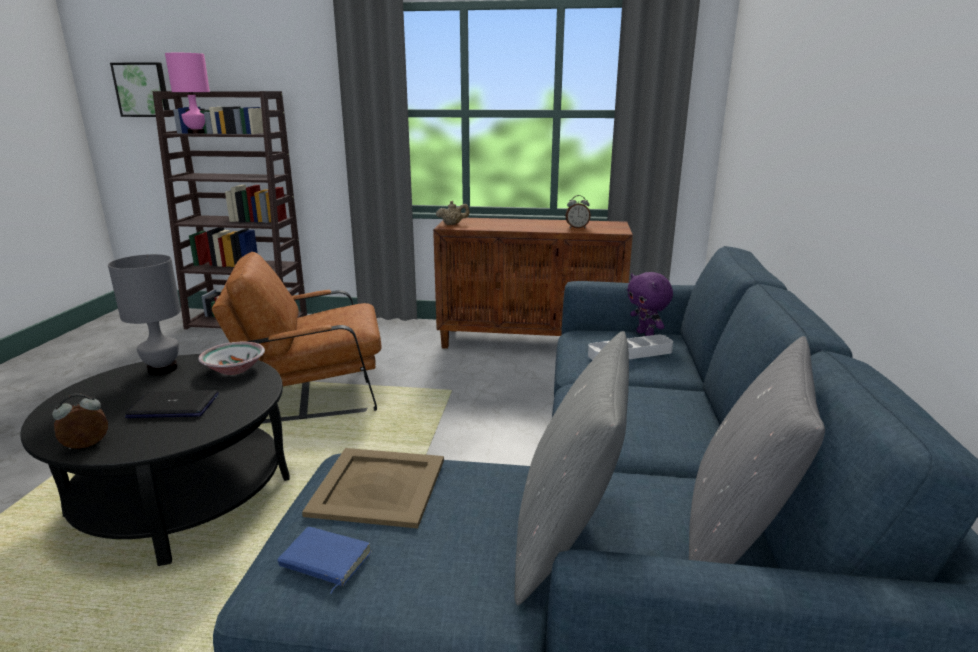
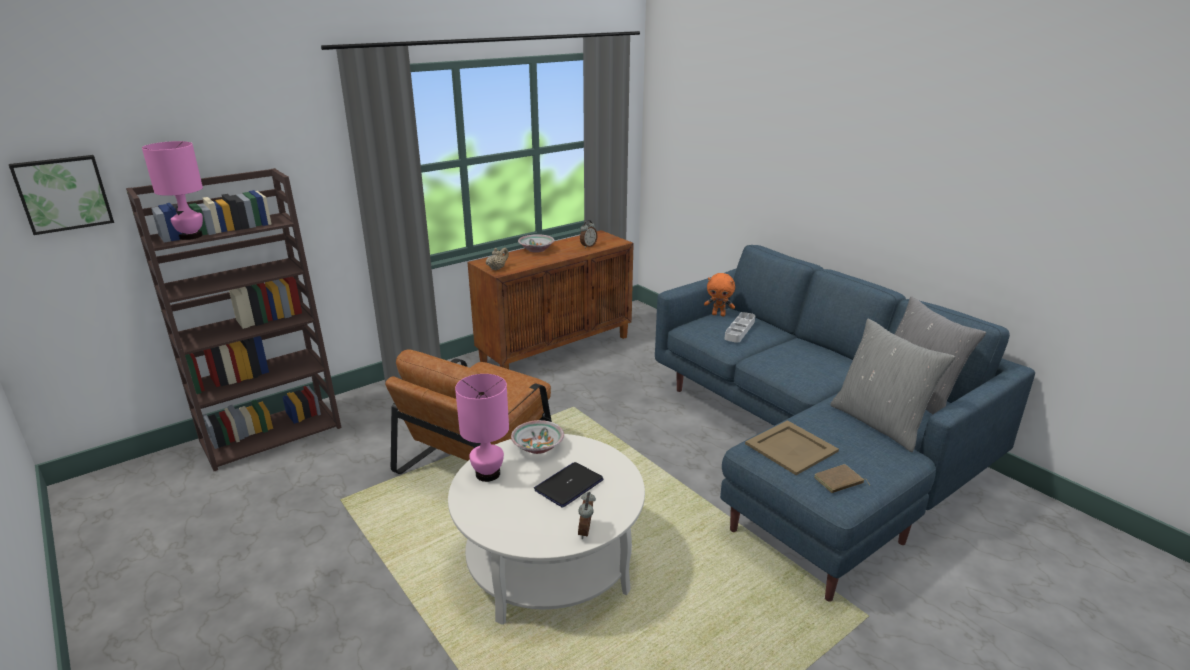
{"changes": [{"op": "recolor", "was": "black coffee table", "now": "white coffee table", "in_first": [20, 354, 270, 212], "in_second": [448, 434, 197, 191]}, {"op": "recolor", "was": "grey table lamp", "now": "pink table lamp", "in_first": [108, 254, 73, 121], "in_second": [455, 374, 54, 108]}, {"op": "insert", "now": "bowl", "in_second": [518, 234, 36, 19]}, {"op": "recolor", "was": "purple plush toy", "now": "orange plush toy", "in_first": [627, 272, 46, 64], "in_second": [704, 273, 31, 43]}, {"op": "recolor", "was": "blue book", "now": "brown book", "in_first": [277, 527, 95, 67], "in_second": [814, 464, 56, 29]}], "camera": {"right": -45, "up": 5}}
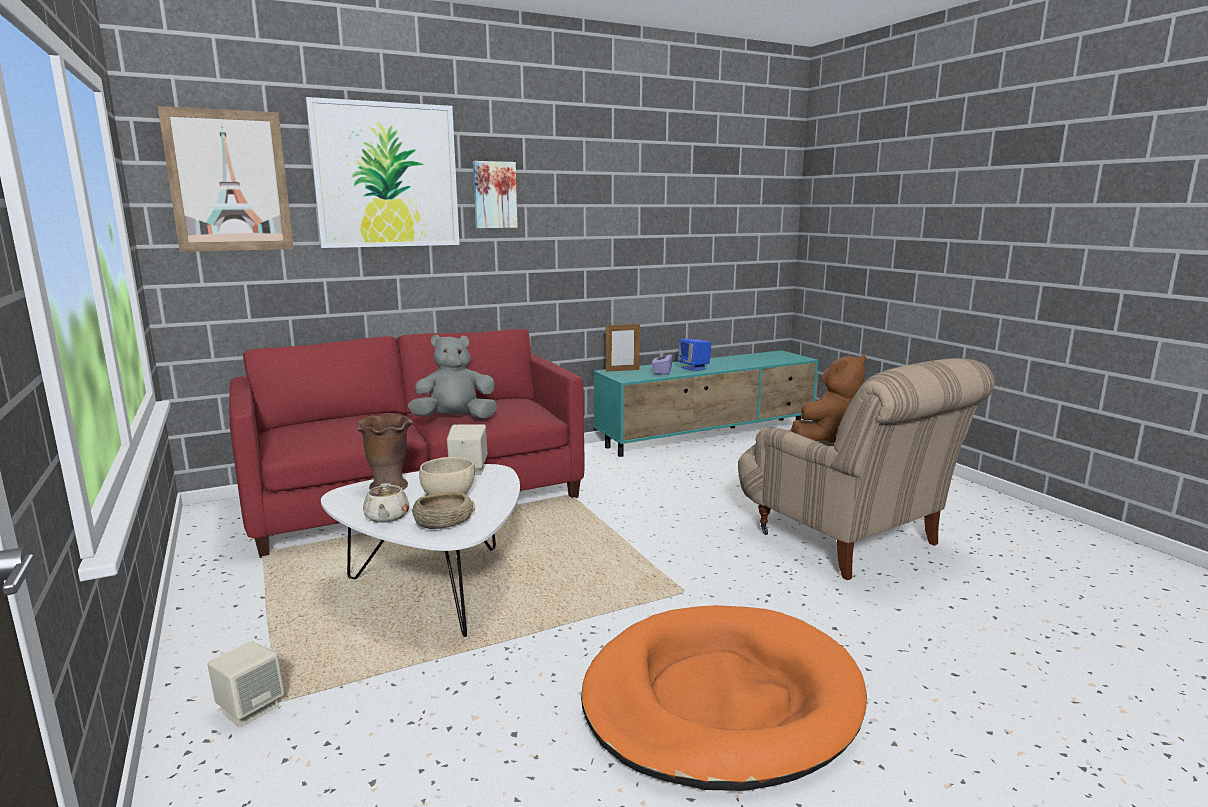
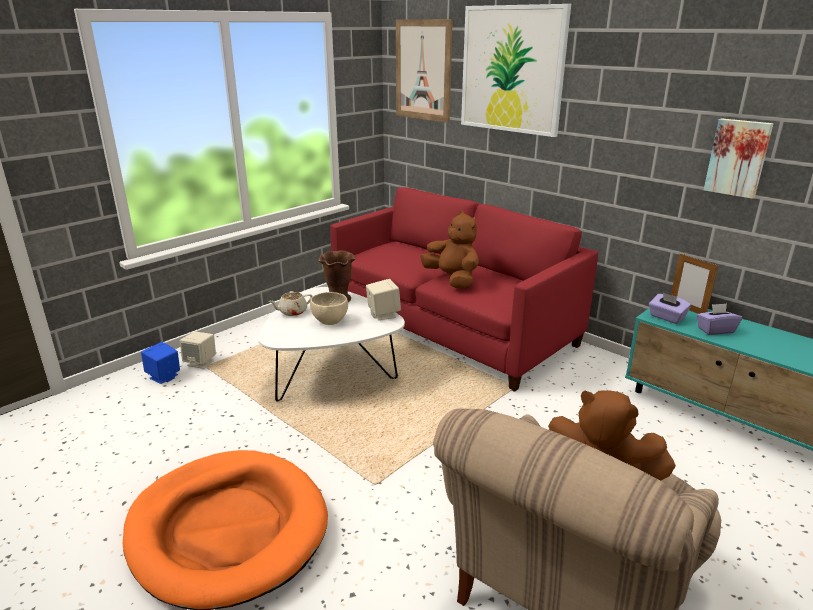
{"changes": [{"op": "move", "was": "blue speaker", "in_first": [678, 339, 34, 32], "in_second": [141, 342, 39, 42]}, {"op": "recolor", "was": "grey plush toy", "now": "brown plush toy", "in_first": [408, 335, 89, 84], "in_second": [420, 211, 59, 78]}, {"op": "insert", "now": "purple tissue box", "in_second": [649, 292, 42, 32]}, {"op": "move", "was": "picture", "in_first": [473, 161, 45, 67], "in_second": [704, 118, 70, 81]}, {"op": "delete", "was": "beige bowl", "in_first": [412, 492, 63, 37]}], "camera": {"right": 70, "up": 10}}
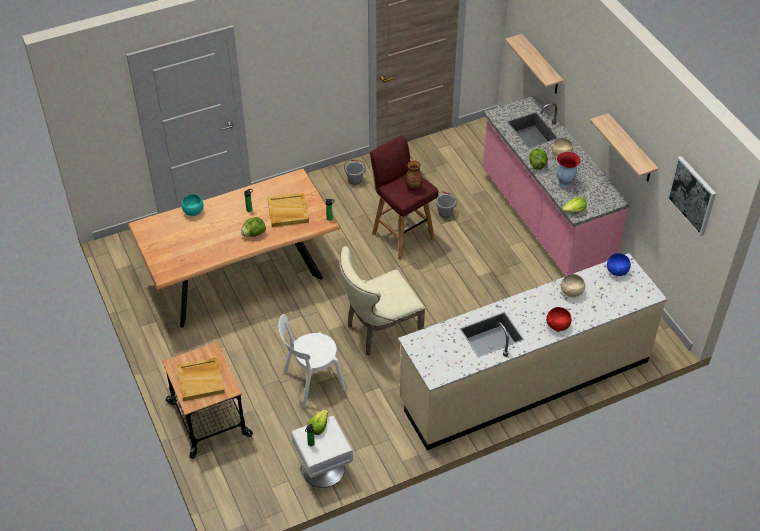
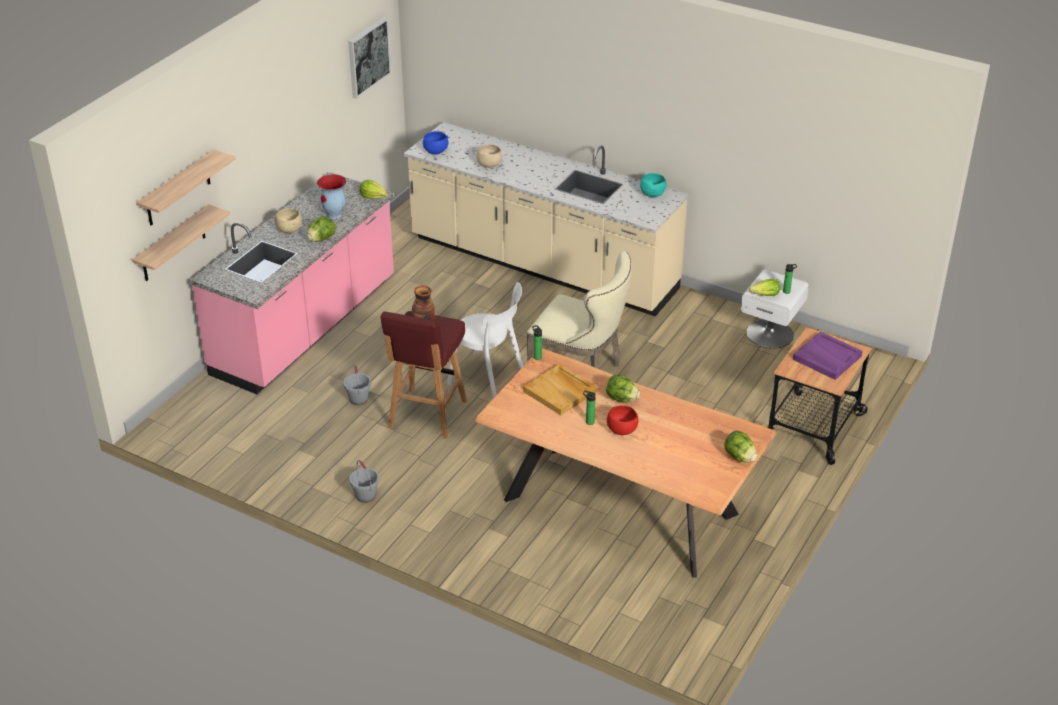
{"changes": [{"op": "move", "was": "shelf", "in_first": [590, 113, 68, 68], "in_second": [136, 149, 99, 77]}, {"op": "move", "was": "white chair", "in_first": [279, 314, 67, 94], "in_second": [447, 282, 76, 116]}, {"op": "move", "was": "red bowl", "in_first": [546, 307, 26, 25], "in_second": [607, 405, 32, 30]}, {"op": "move", "was": "turquoise bowl", "in_first": [181, 194, 22, 22], "in_second": [640, 173, 27, 24]}, {"op": "insert", "now": "lettuce", "in_second": [724, 431, 33, 31]}, {"op": "recolor", "was": "beige tray", "now": "purple tray", "in_first": [177, 357, 48, 44], "in_second": [793, 332, 70, 48]}], "camera": {"right": -125, "up": -10}}
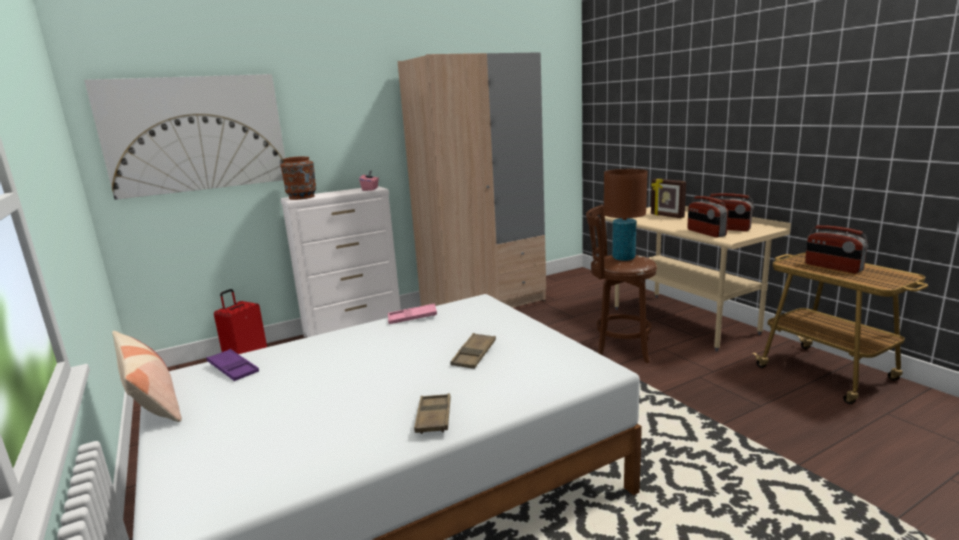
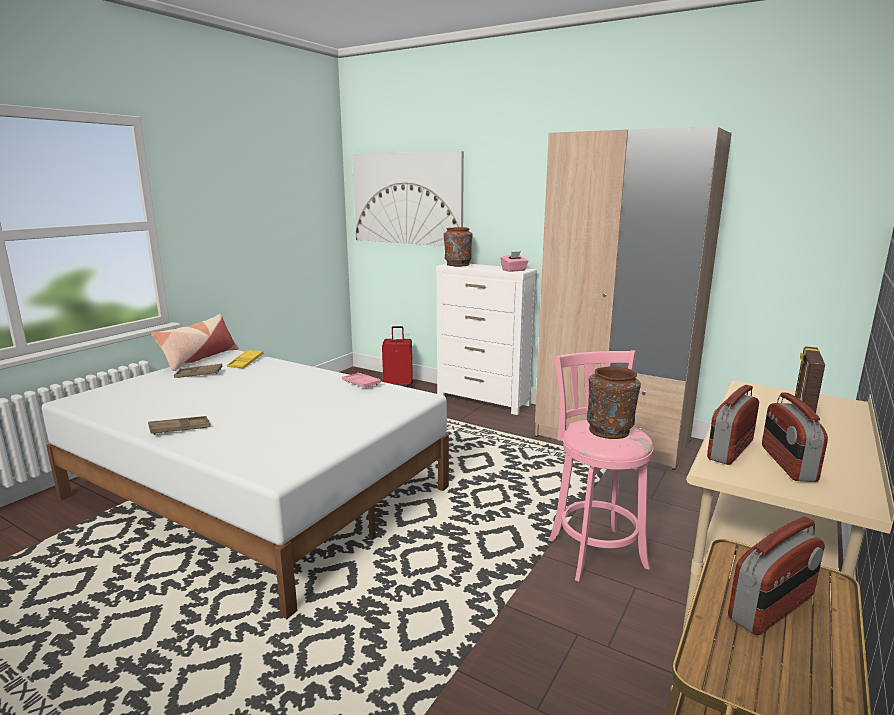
{"changes": [{"op": "move", "was": "brown tray", "in_first": [450, 333, 46, 36], "in_second": [174, 364, 49, 14]}, {"op": "recolor", "was": "purple tray", "now": "yellow tray", "in_first": [206, 349, 53, 32], "in_second": [227, 349, 36, 19]}, {"op": "recolor", "was": "brown stool", "now": "pink stool", "in_first": [586, 204, 71, 159], "in_second": [548, 350, 105, 232]}, {"op": "replace", "was": "brown table lamp", "now": "brown vase", "in_first": [604, 169, 44, 92], "in_second": [587, 366, 54, 73]}, {"op": "rotate", "was": "radio", "in_first": [805, 225, 64, 48], "in_second": [728, 517, 96, 118], "clockwise": -150}], "camera": {"right": 60, "up": 0}}
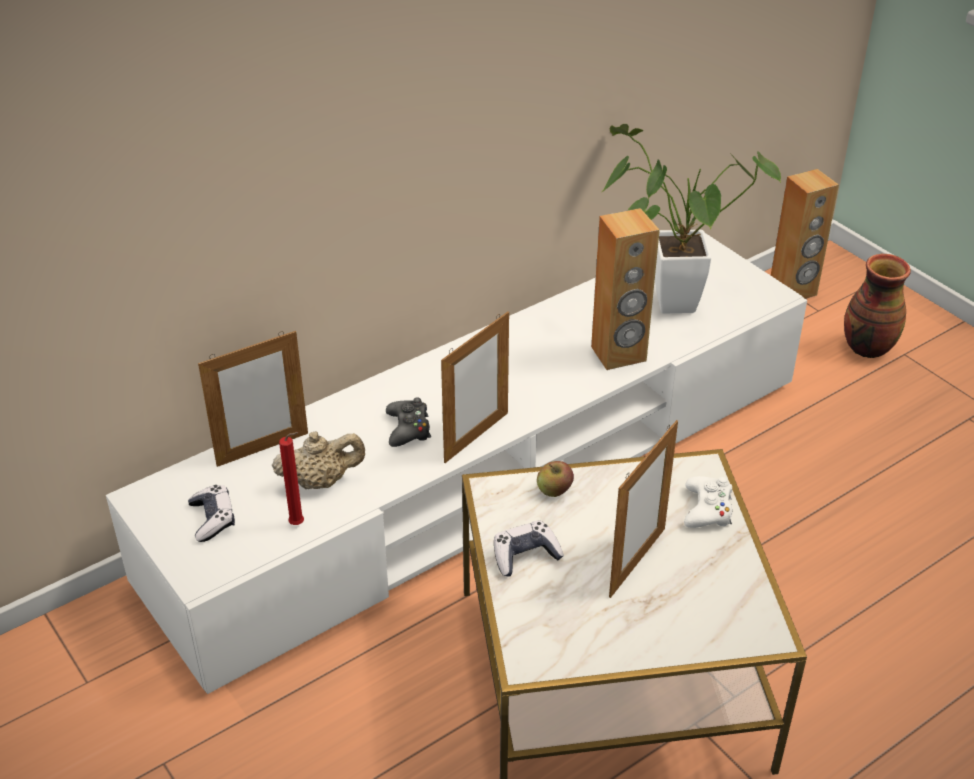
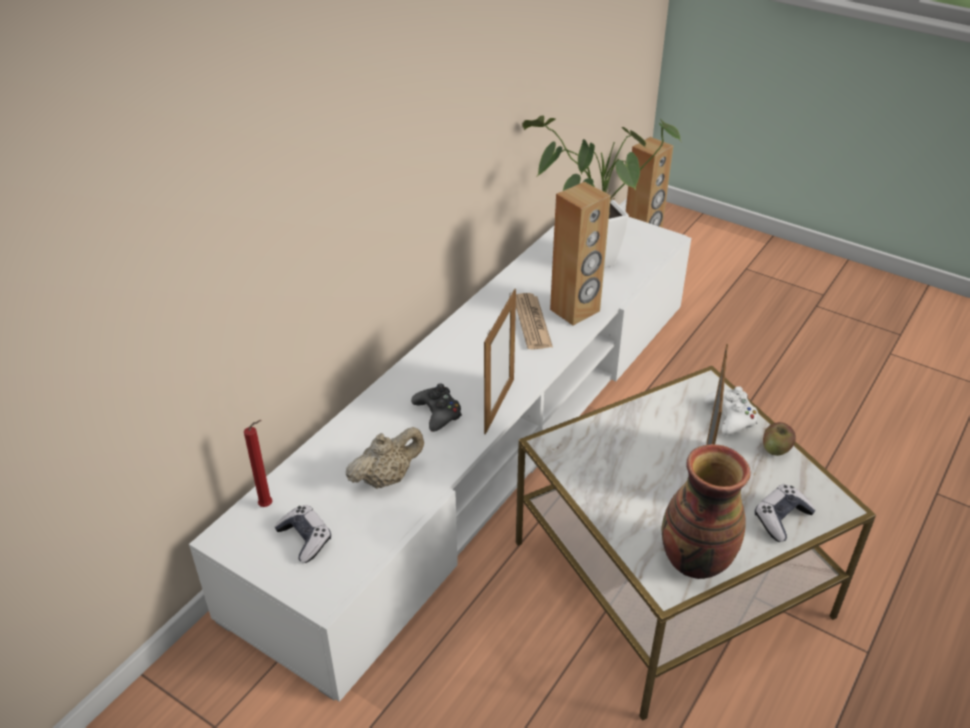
{"changes": [{"op": "move", "was": "red candle", "in_first": [279, 432, 25, 93], "in_second": [244, 420, 28, 87]}, {"op": "insert", "now": "newspaper", "in_second": [516, 293, 37, 57]}, {"op": "move", "was": "vase", "in_first": [844, 254, 67, 104], "in_second": [661, 444, 89, 135]}, {"op": "move", "was": "game controller", "in_first": [494, 520, 70, 56], "in_second": [755, 484, 61, 58]}, {"op": "move", "was": "apple", "in_first": [537, 461, 37, 36], "in_second": [763, 422, 33, 34]}, {"op": "delete", "was": "picture frame", "in_first": [198, 331, 110, 136]}], "camera": {"right": -20, "up": 0}}
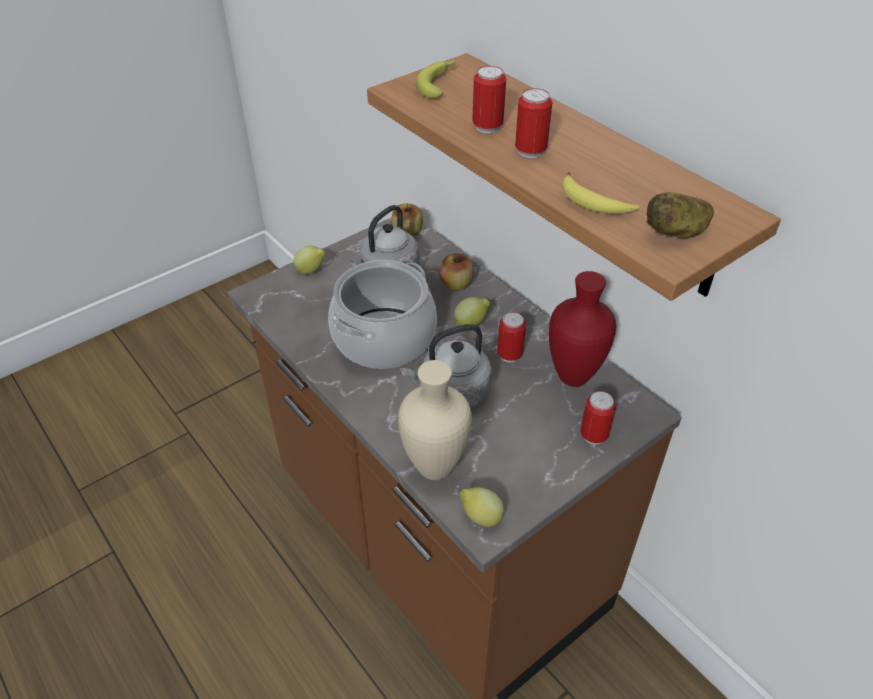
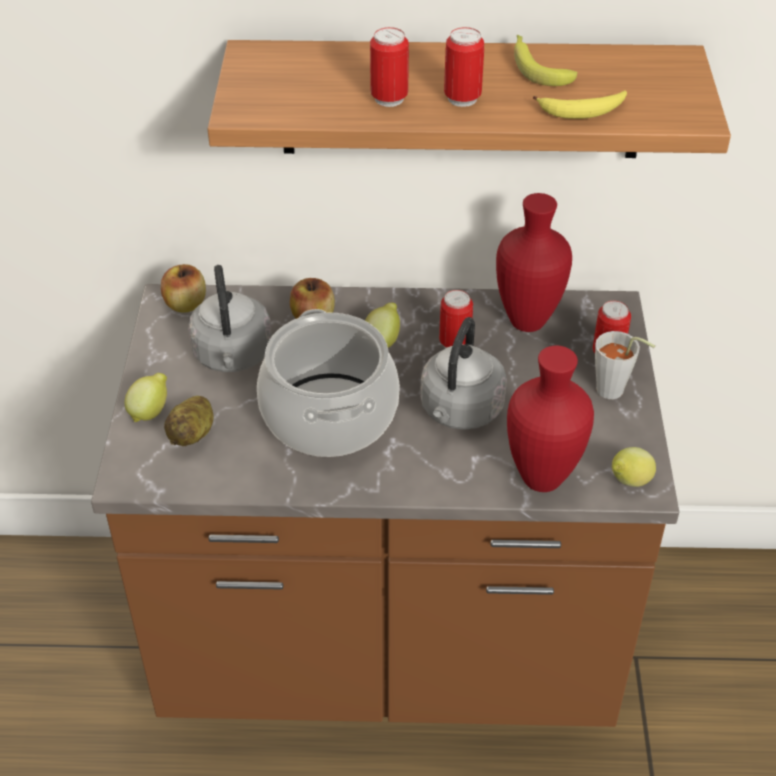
{"changes": [{"op": "move", "was": "potato", "in_first": [647, 192, 67, 46], "in_second": [164, 396, 50, 50]}, {"op": "recolor", "was": "beige vase", "now": "red vase", "in_first": [398, 360, 74, 120], "in_second": [507, 346, 87, 146]}, {"op": "move", "was": "banana", "in_first": [416, 60, 40, 38], "in_second": [514, 35, 64, 51]}, {"op": "insert", "now": "grey cup", "in_second": [595, 331, 60, 68]}], "camera": {"right": -50, "up": 0}}
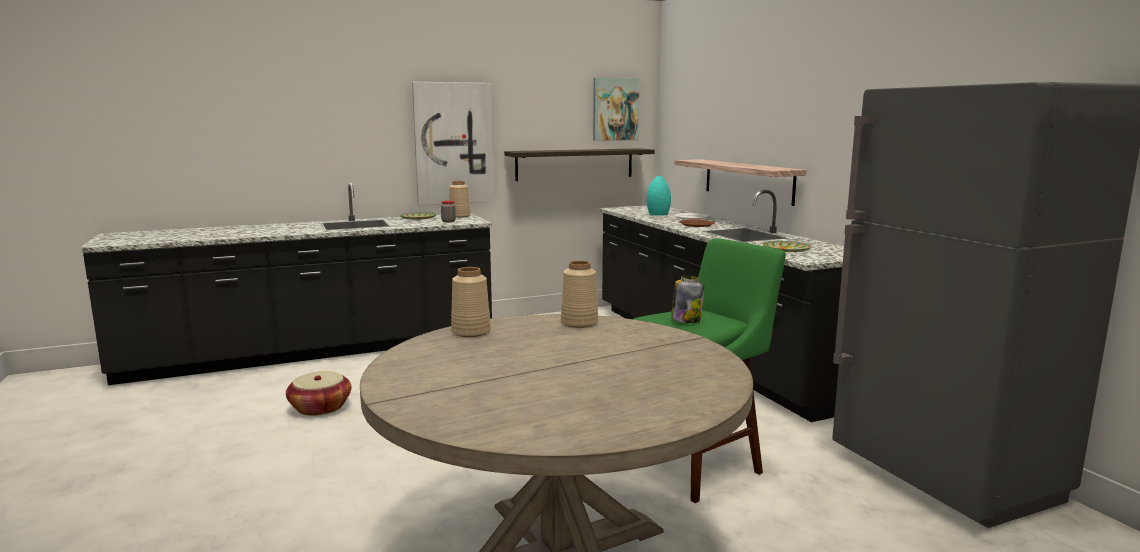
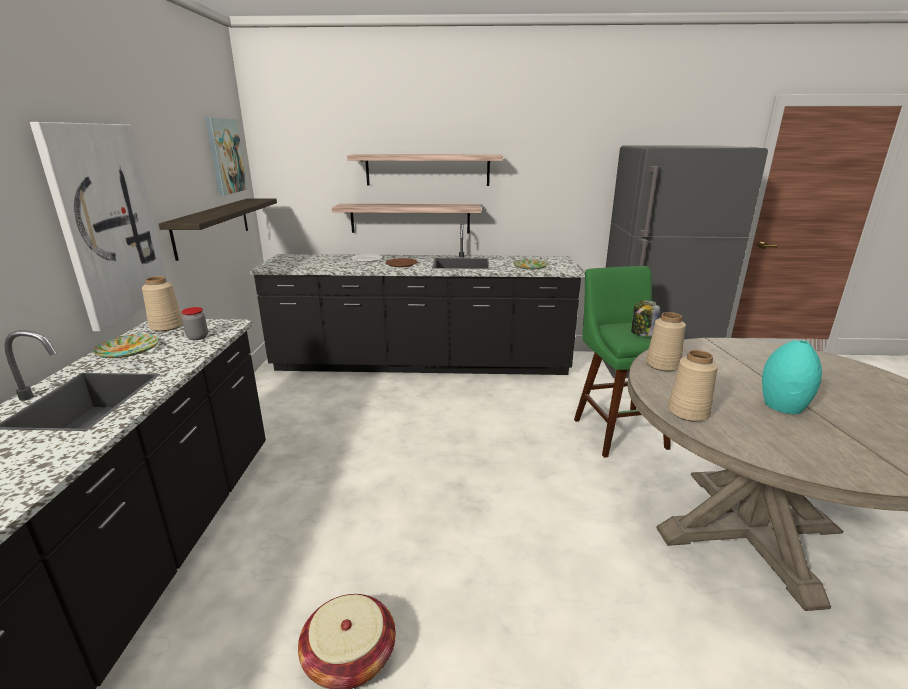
{"changes": [{"op": "insert", "now": "shelf", "in_second": [347, 154, 156, 32]}, {"op": "move", "was": "turquoise vase", "in_first": [646, 176, 25, 40], "in_second": [762, 340, 60, 74]}], "camera": {"right": -65, "up": 10}}
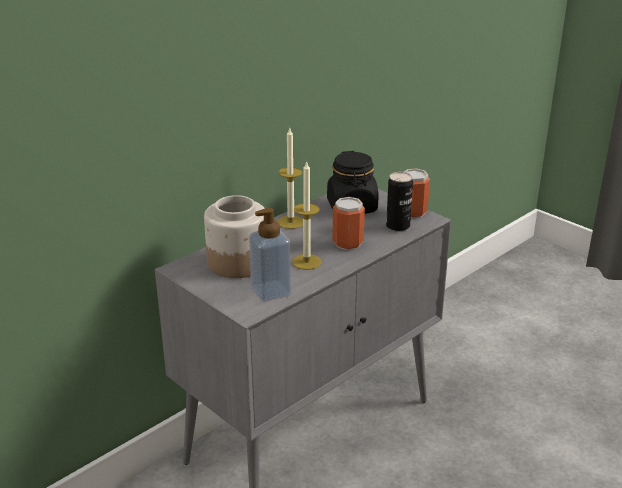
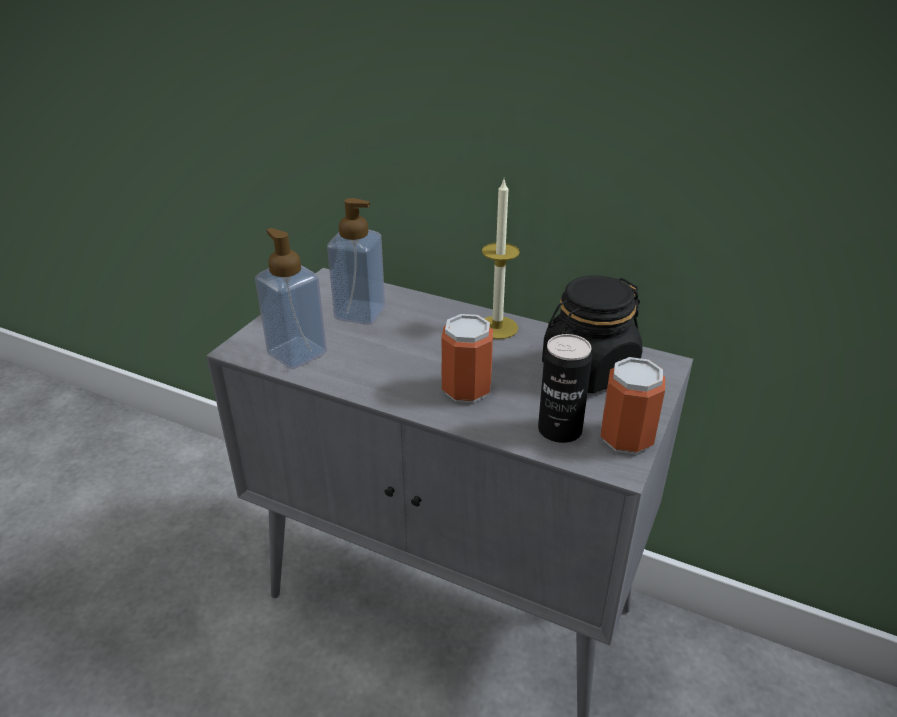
{"changes": [{"op": "replace", "was": "jar", "now": "soap dispenser", "in_first": [204, 195, 61, 83], "in_second": [327, 198, 58, 127]}, {"op": "delete", "was": "candle", "in_first": [292, 161, 29, 109]}], "camera": {"right": 70, "up": 5}}
